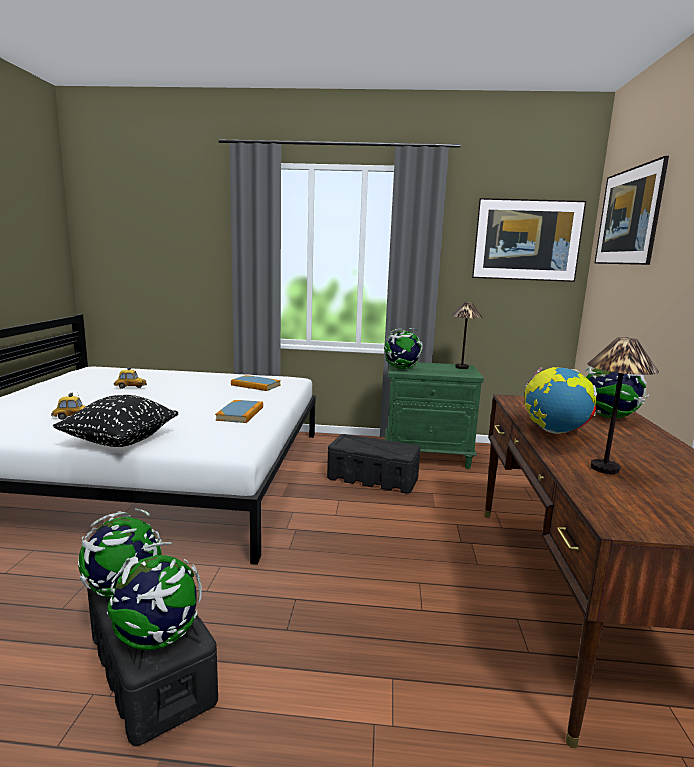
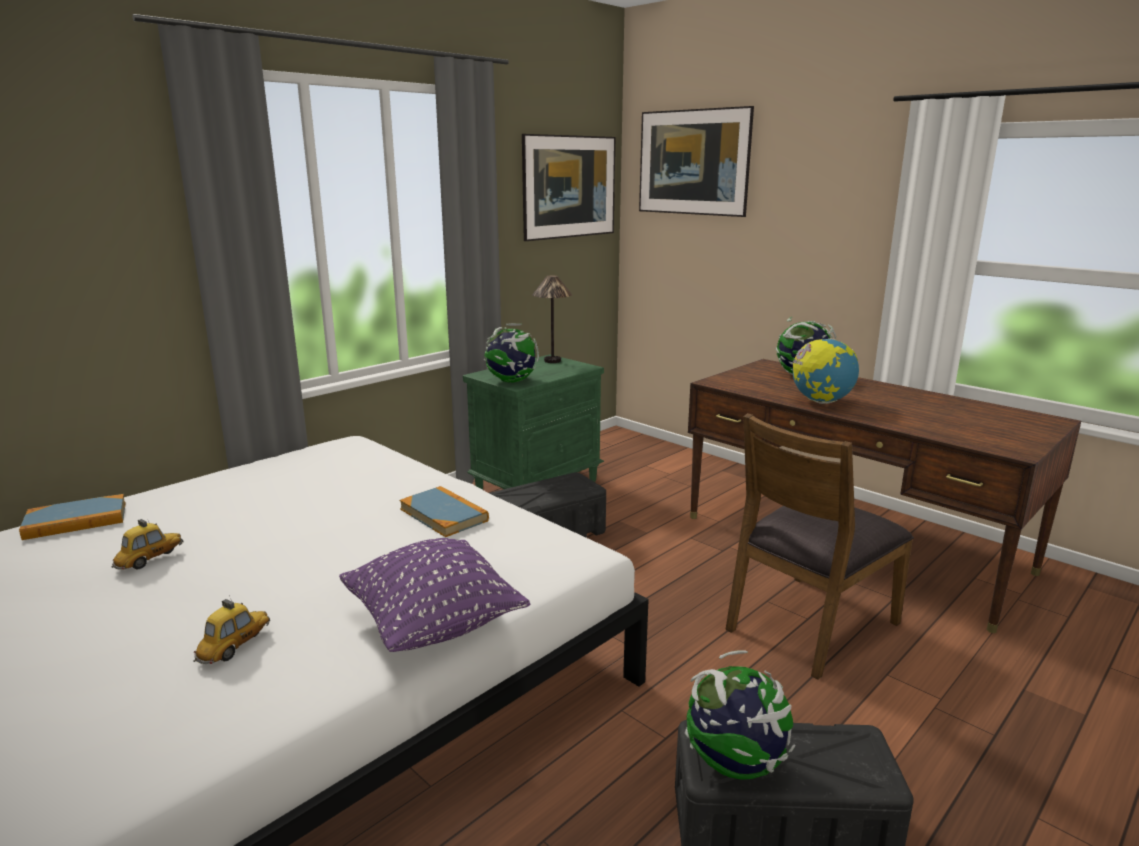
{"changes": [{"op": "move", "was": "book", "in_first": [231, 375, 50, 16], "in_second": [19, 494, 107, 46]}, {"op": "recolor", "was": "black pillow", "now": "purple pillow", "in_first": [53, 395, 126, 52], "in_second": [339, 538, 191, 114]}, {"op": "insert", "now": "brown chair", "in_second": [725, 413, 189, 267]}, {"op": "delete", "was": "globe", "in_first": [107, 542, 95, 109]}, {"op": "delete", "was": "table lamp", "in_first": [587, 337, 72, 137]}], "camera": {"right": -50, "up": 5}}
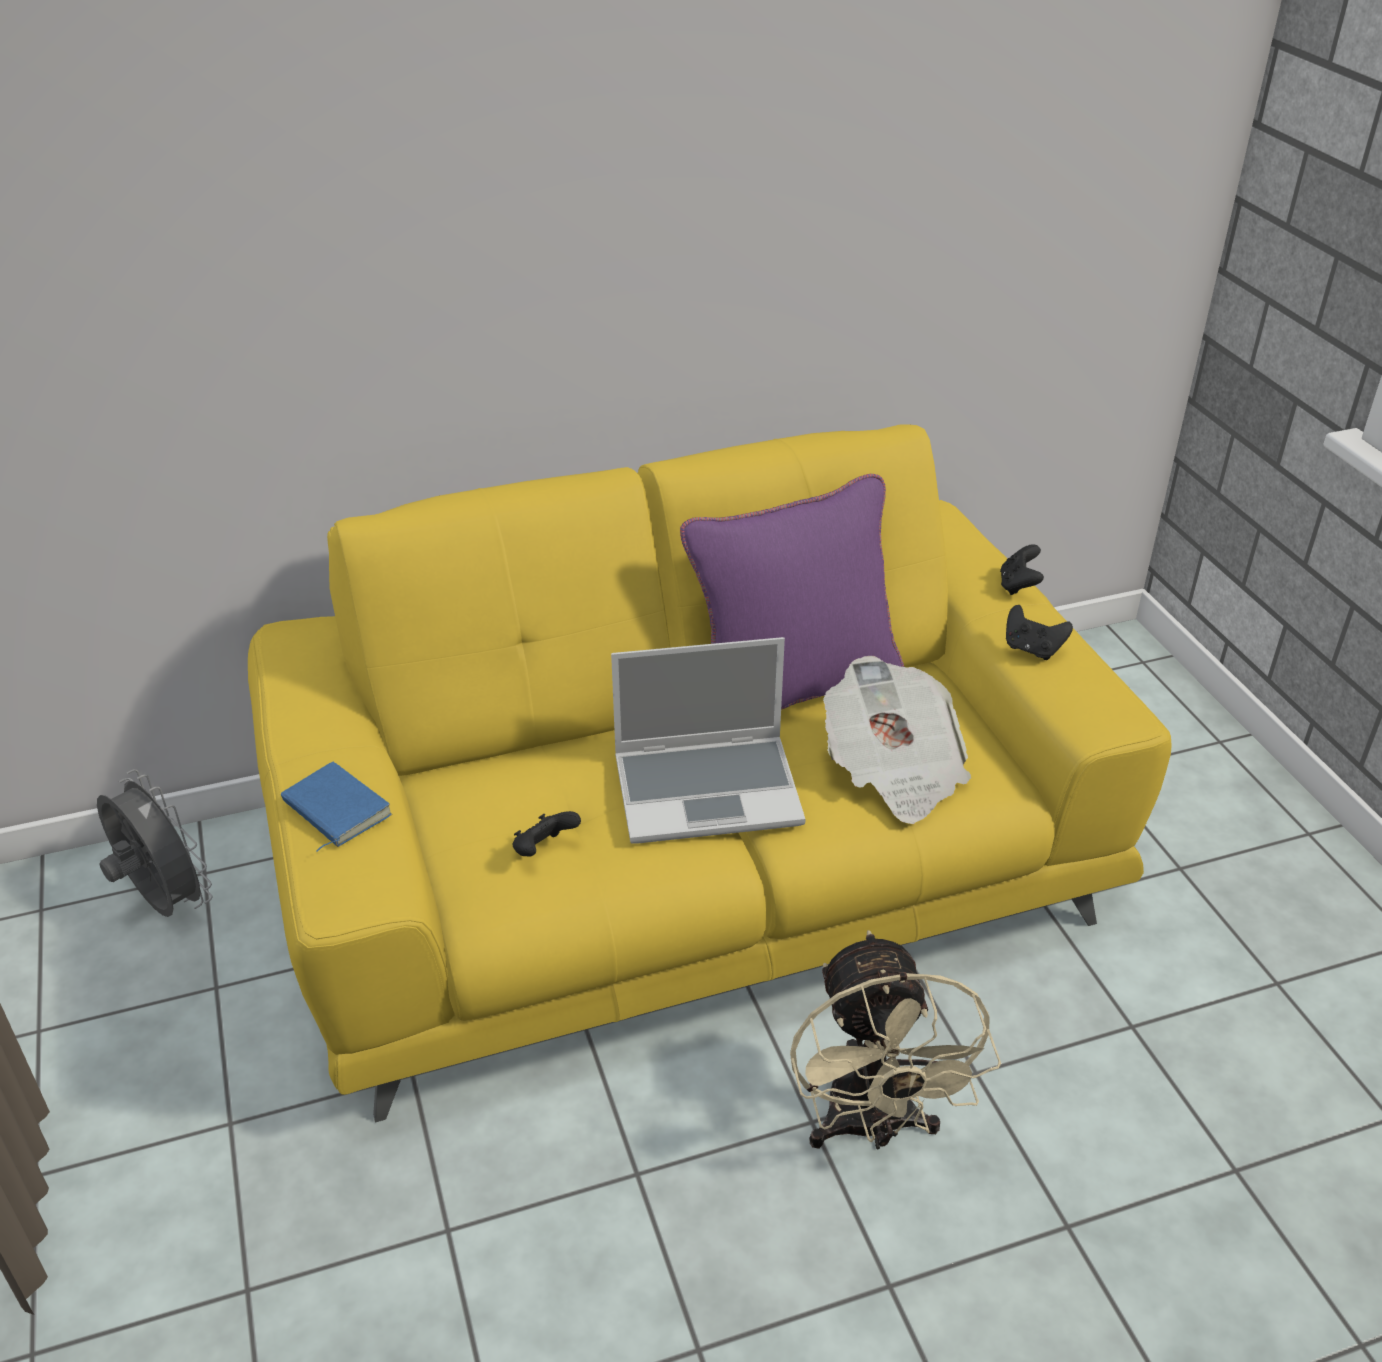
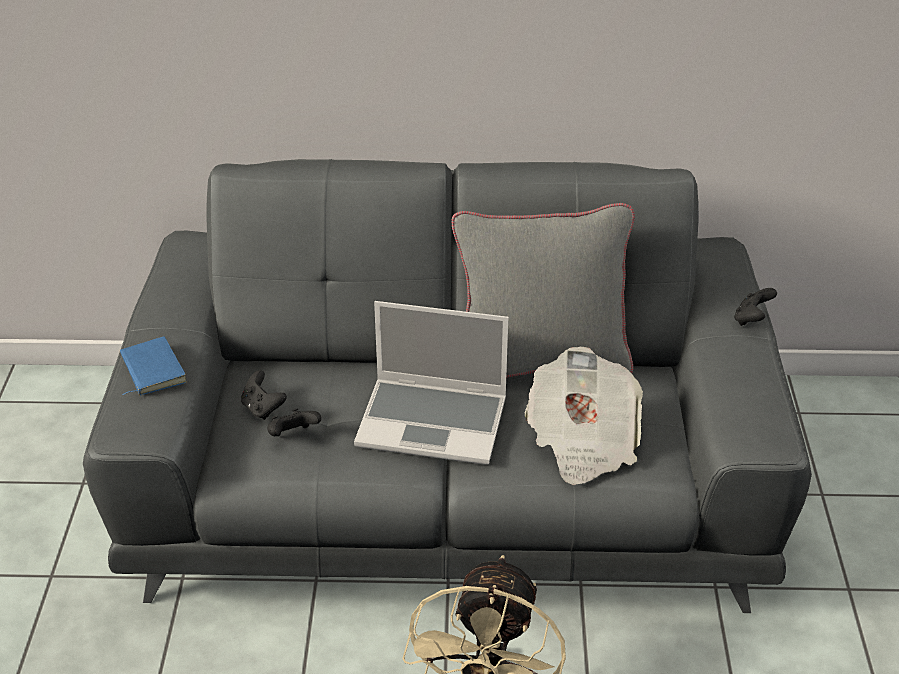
{"changes": [{"op": "recolor", "was": "yellow sofa", "now": "grey sofa", "in_first": [248, 424, 924, 698], "in_second": [83, 159, 729, 454]}, {"op": "move", "was": "black game controller", "in_first": [1006, 605, 67, 55], "in_second": [241, 370, 46, 50]}, {"op": "recolor", "was": "purple pillow", "now": "grey pillow", "in_first": [680, 474, 224, 236], "in_second": [452, 203, 183, 175]}, {"op": "delete", "was": "grey fan", "in_first": [97, 769, 116, 148]}], "camera": {"right": 20, "up": 0}}
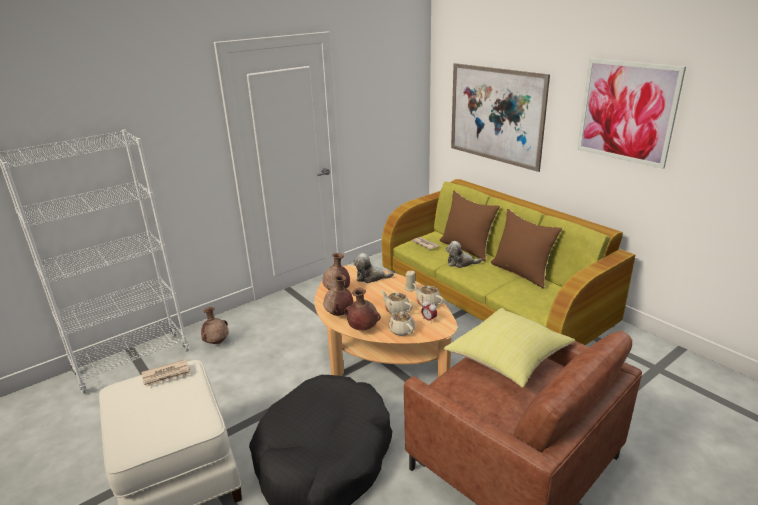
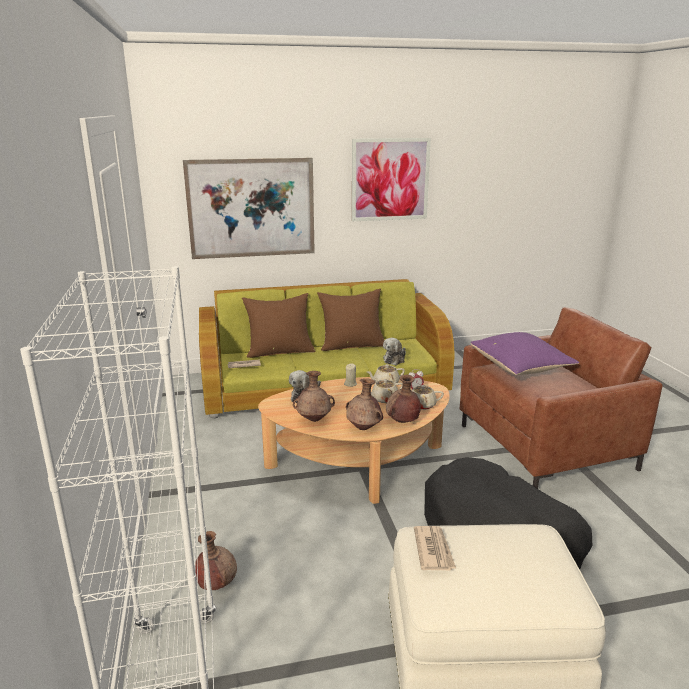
{"changes": [{"op": "move", "was": "plush toy", "in_first": [446, 241, 36, 27], "in_second": [383, 338, 23, 27]}, {"op": "recolor", "was": "yellow pillow", "now": "purple pillow", "in_first": [444, 308, 131, 80], "in_second": [471, 332, 108, 43]}], "camera": {"right": -65, "up": -5}}
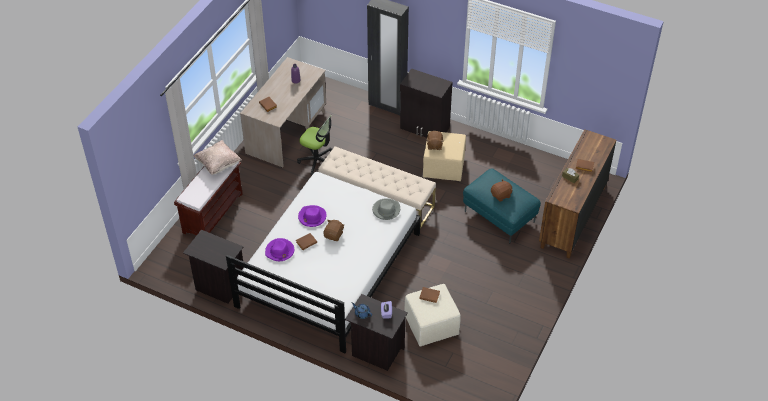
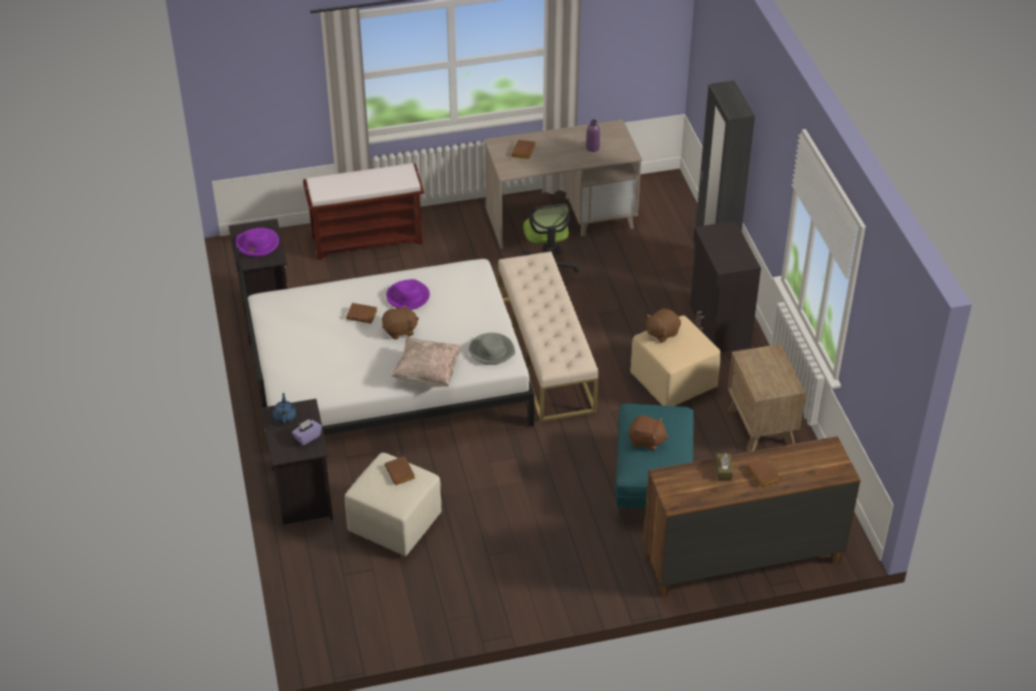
{"changes": [{"op": "move", "was": "purple hat", "in_first": [265, 238, 29, 23], "in_second": [236, 228, 43, 29]}, {"op": "move", "was": "beige pillow", "in_first": [194, 140, 48, 35], "in_second": [392, 338, 71, 49]}, {"op": "insert", "now": "brown nightstand", "in_second": [728, 344, 78, 108]}], "camera": {"right": 50, "up": -5}}
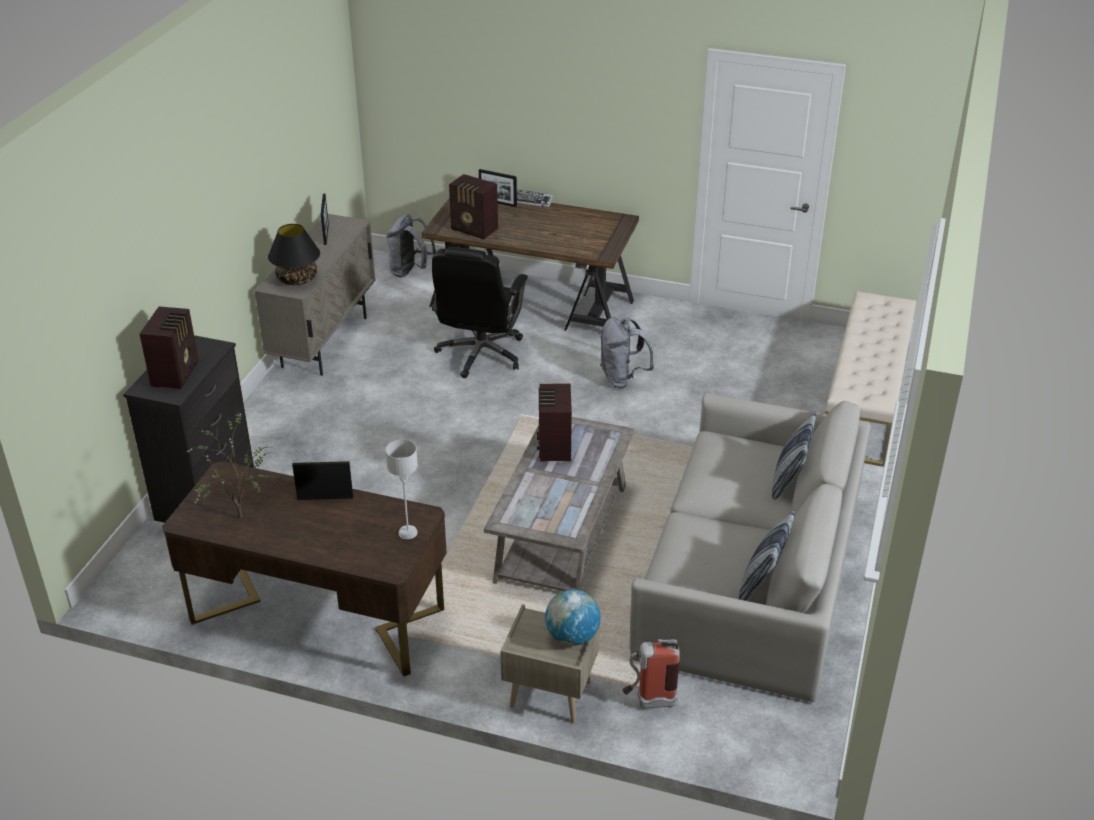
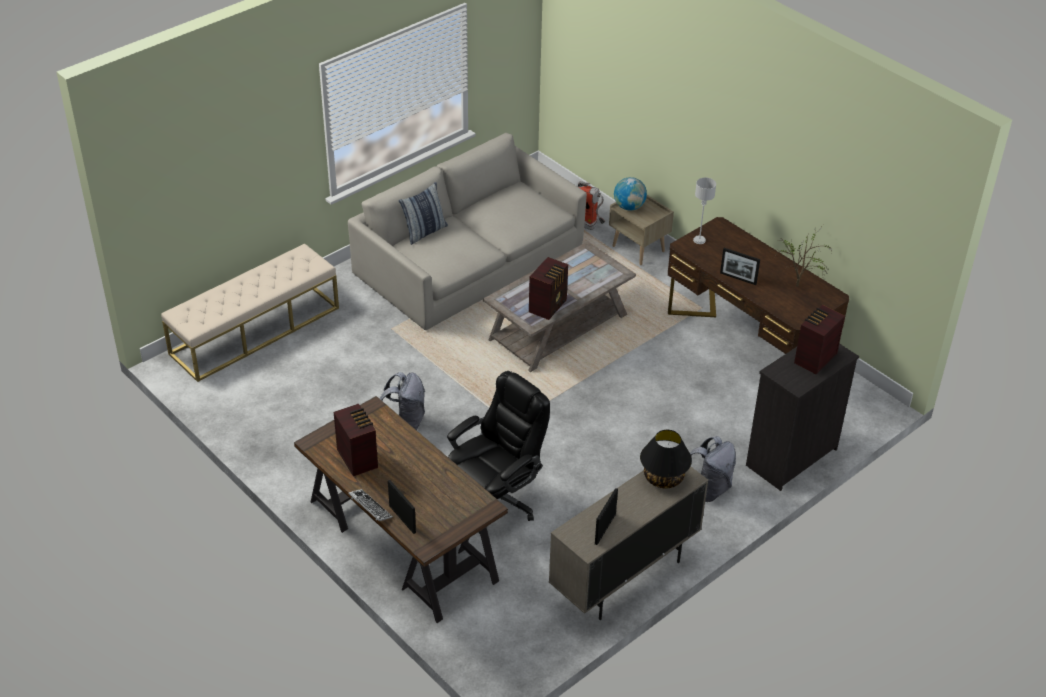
{"changes": [{"op": "move", "was": "radio", "in_first": [449, 174, 49, 66], "in_second": [334, 404, 44, 73]}, {"op": "move", "was": "grey backpack", "in_first": [386, 214, 50, 64], "in_second": [690, 436, 46, 66]}, {"op": "delete", "was": "pillow", "in_first": [739, 510, 56, 91]}], "camera": {"right": -150, "up": 5}}
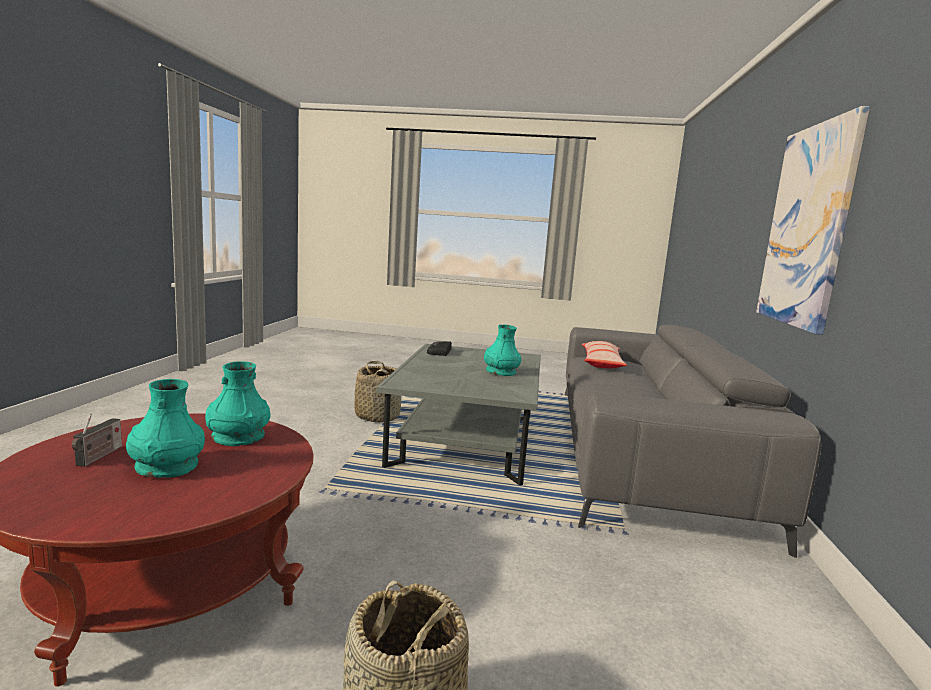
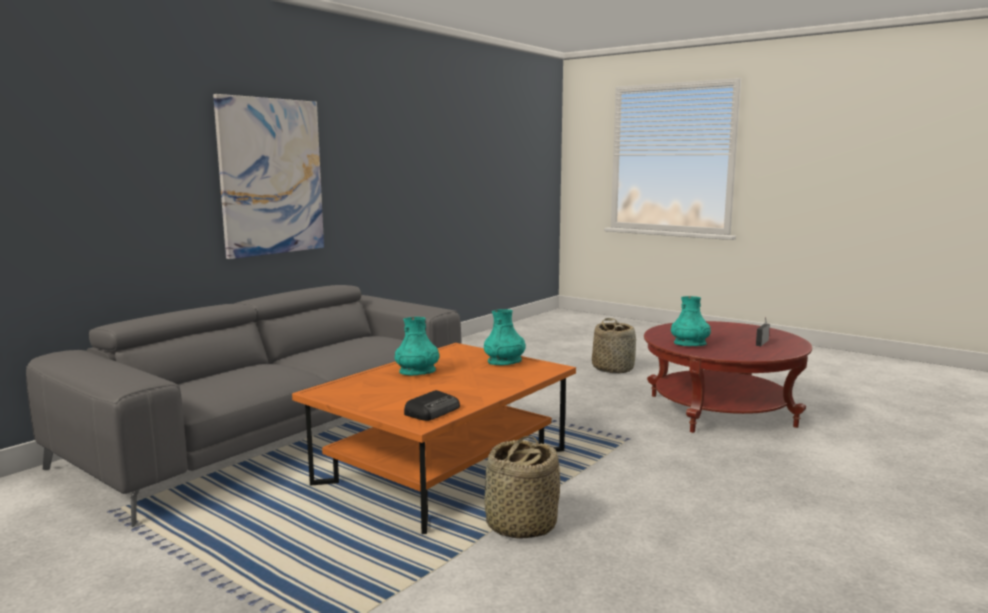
{"changes": [{"op": "recolor", "was": "grey coffee table", "now": "orange coffee table", "in_first": [377, 344, 164, 142], "in_second": [292, 343, 284, 191]}, {"op": "move", "was": "turquoise vase", "in_first": [126, 379, 79, 99], "in_second": [484, 309, 42, 56]}, {"op": "delete", "was": "pillow", "in_first": [582, 341, 45, 27]}], "camera": {"right": -150, "up": 0}}
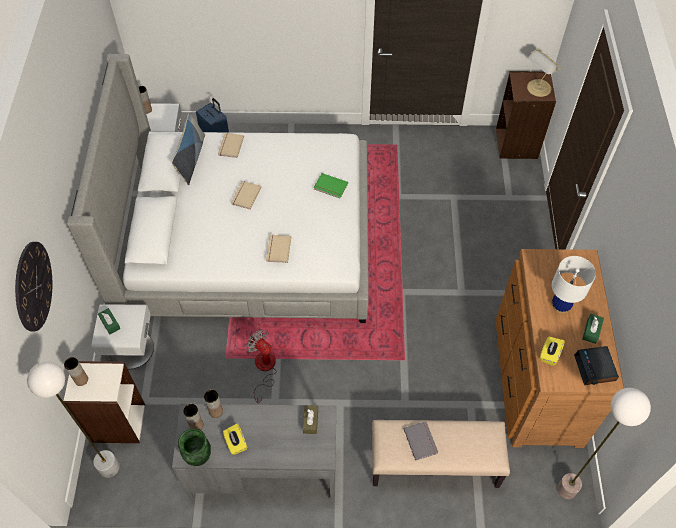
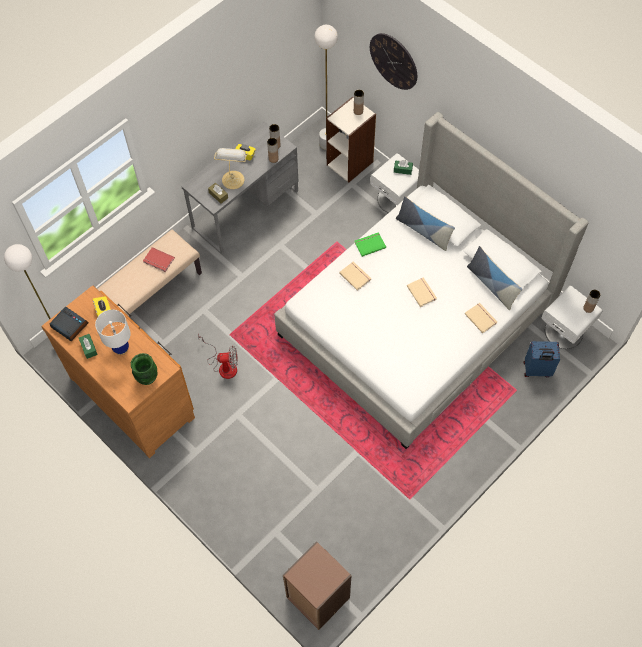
{"changes": [{"op": "move", "was": "green vase", "in_first": [178, 428, 33, 38], "in_second": [131, 353, 26, 32]}, {"op": "recolor", "was": "grey book", "now": "red book", "in_first": [404, 421, 34, 40], "in_second": [143, 247, 32, 25]}, {"op": "move", "was": "fan", "in_first": [246, 330, 31, 74], "in_second": [198, 334, 40, 45]}, {"op": "move", "was": "table lamp", "in_first": [527, 49, 35, 48], "in_second": [214, 148, 33, 41]}, {"op": "move", "was": "green book", "in_first": [313, 173, 35, 25], "in_second": [355, 232, 31, 25]}, {"op": "insert", "now": "pillow", "in_second": [396, 196, 59, 55]}], "camera": {"right": 135, "up": 5}}
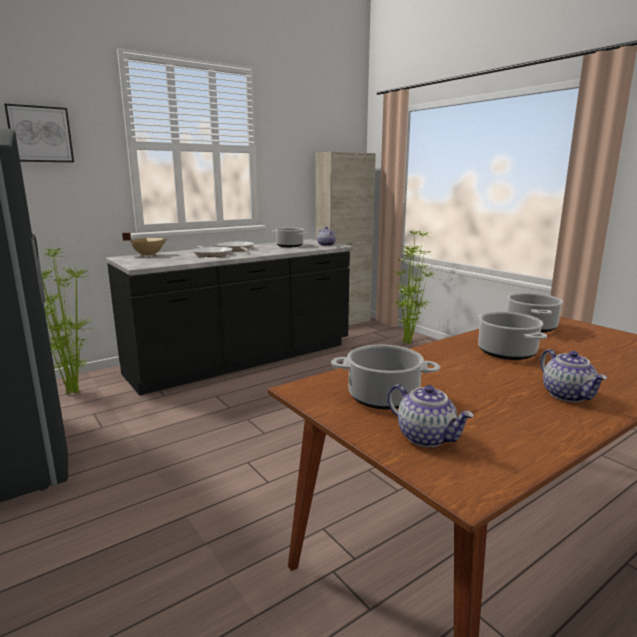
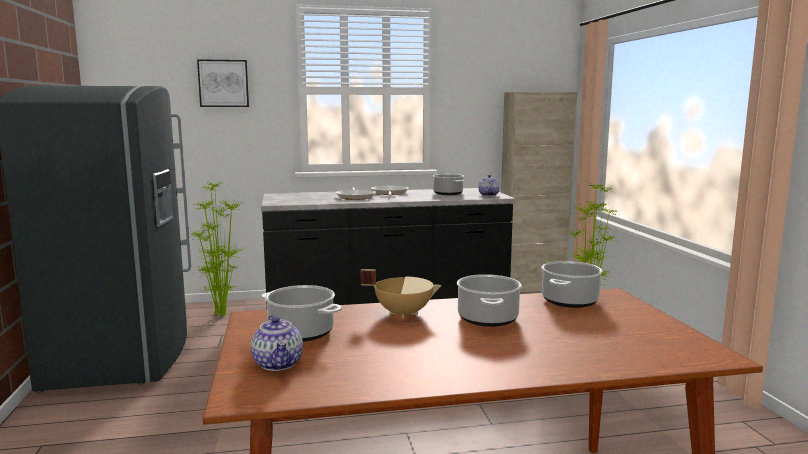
{"changes": [{"op": "move", "was": "beige cooking pot", "in_first": [122, 232, 45, 25], "in_second": [361, 269, 81, 50]}, {"op": "delete", "was": "teapot", "in_first": [540, 349, 67, 53]}], "camera": {"right": 25, "up": -5}}
